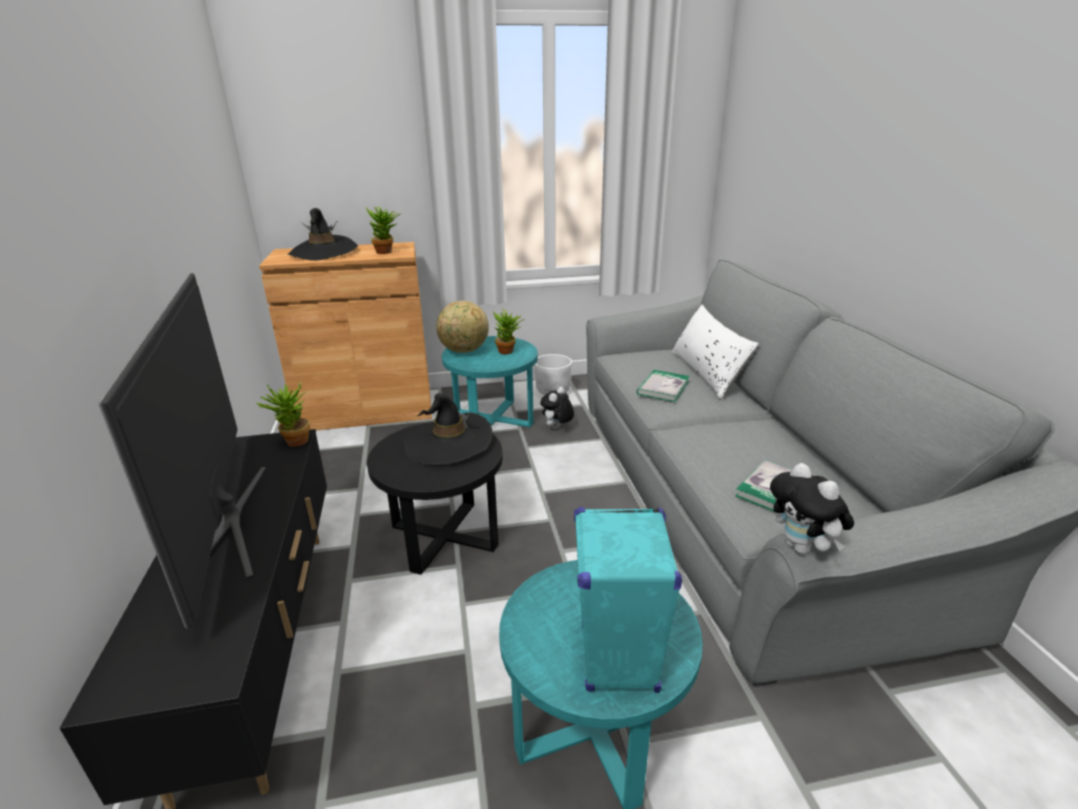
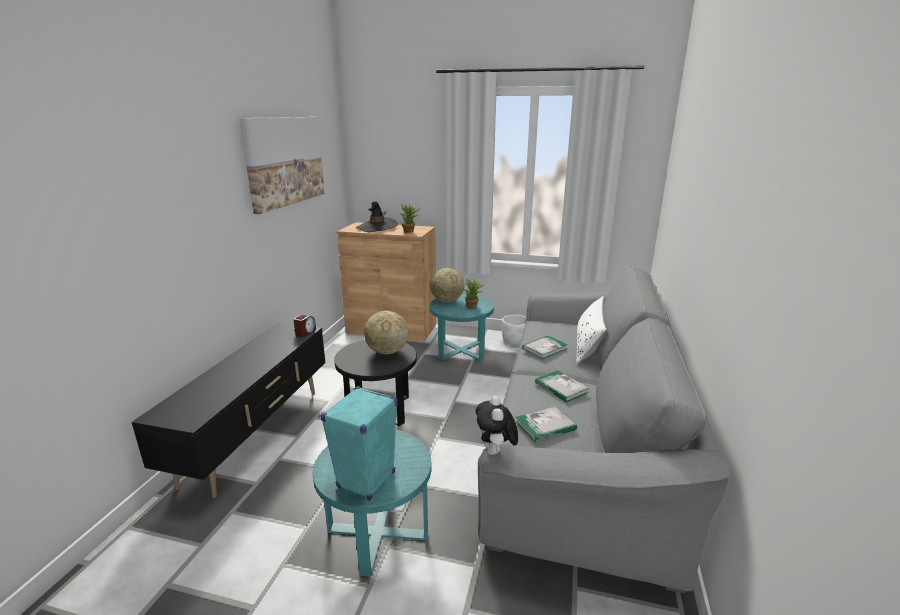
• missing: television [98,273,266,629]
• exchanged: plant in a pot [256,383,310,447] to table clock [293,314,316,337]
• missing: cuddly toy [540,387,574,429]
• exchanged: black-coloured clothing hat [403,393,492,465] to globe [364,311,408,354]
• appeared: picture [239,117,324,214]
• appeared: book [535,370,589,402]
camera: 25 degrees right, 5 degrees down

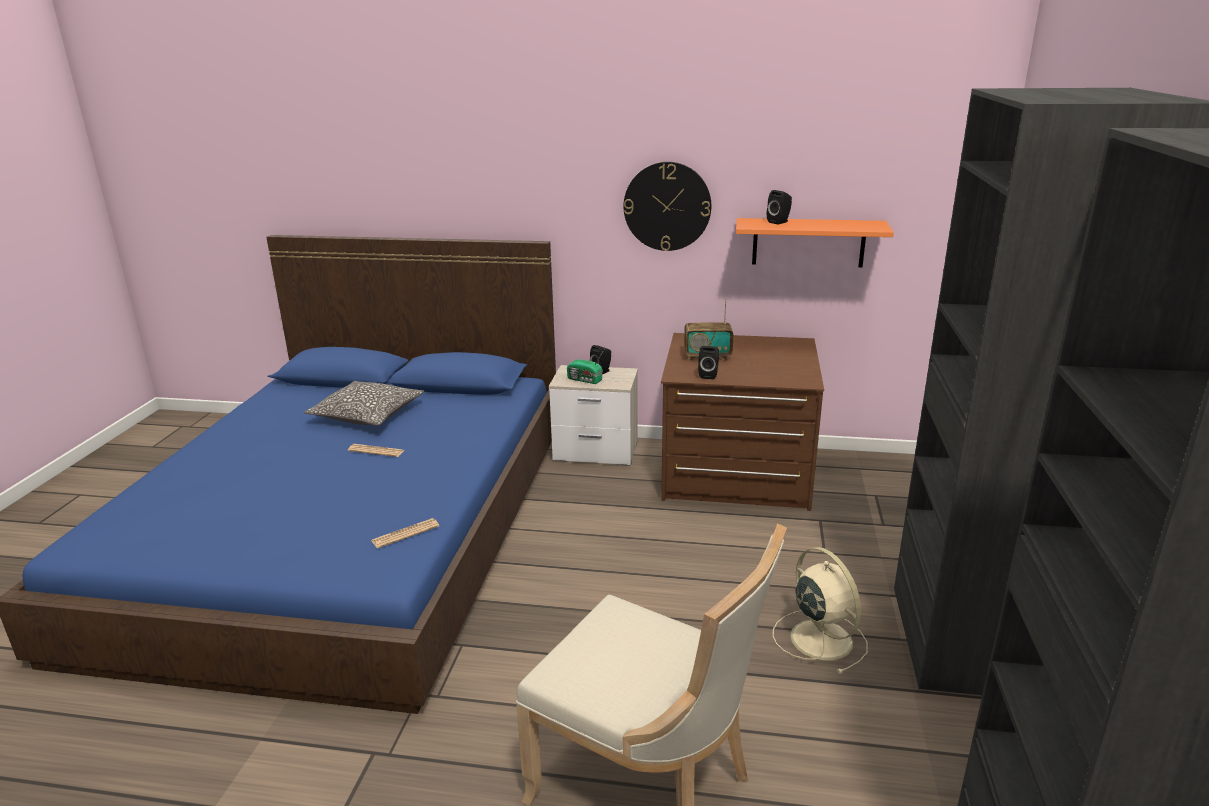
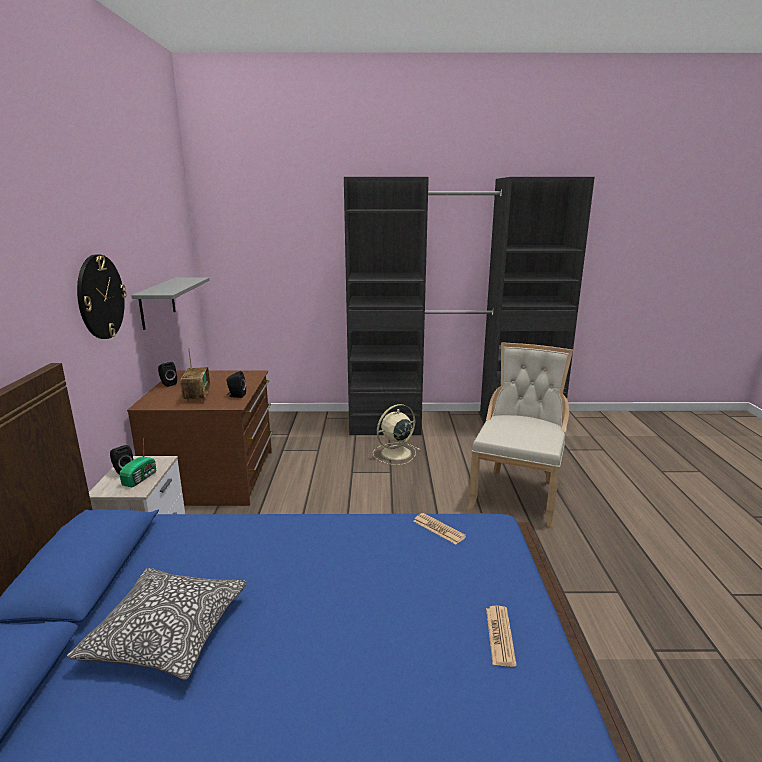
• relocated: black-coloured loudspeaker [767,190,792,225] to [158,362,177,387]
• colour: orange shelf [736,218,894,267] to grey shelf [131,277,210,330]
• relocated: newspaper [348,444,404,457] to [486,606,516,667]
camera: 100 degrees left, 5 degrees down

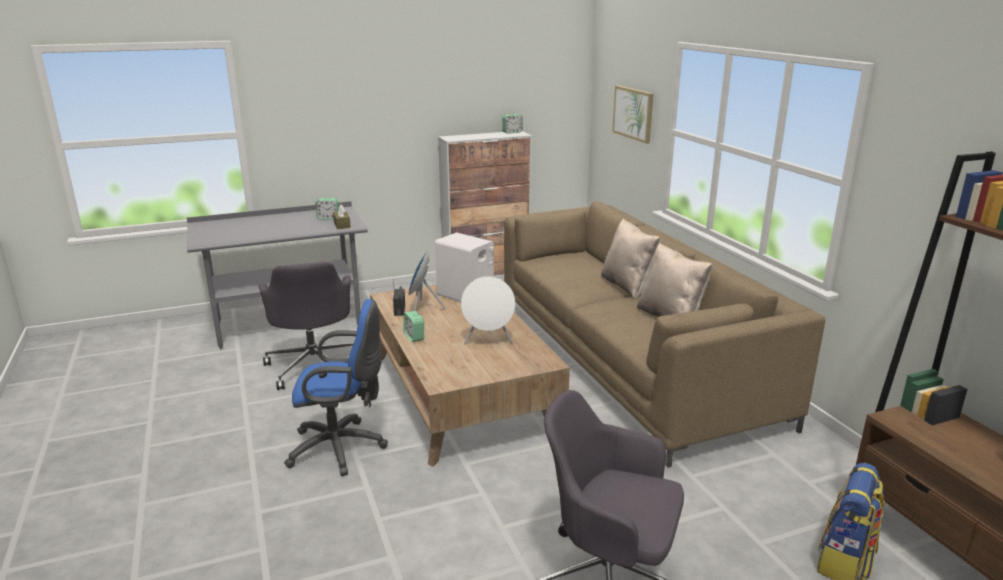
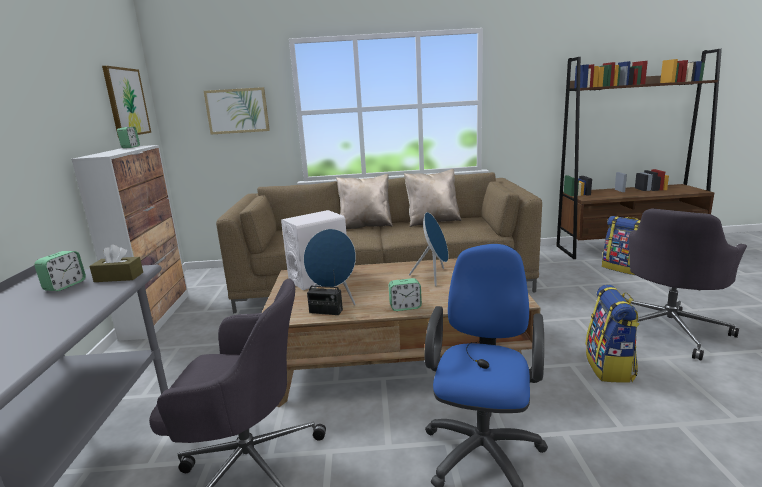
• colour: white-coloured loudspeaker [461,276,515,344] to blue-coloured loudspeaker [409,212,449,286]
• appeared: picture [102,66,151,138]
• appeared: rucksack [586,285,639,383]
camera: 70 degrees left, 5 degrees down

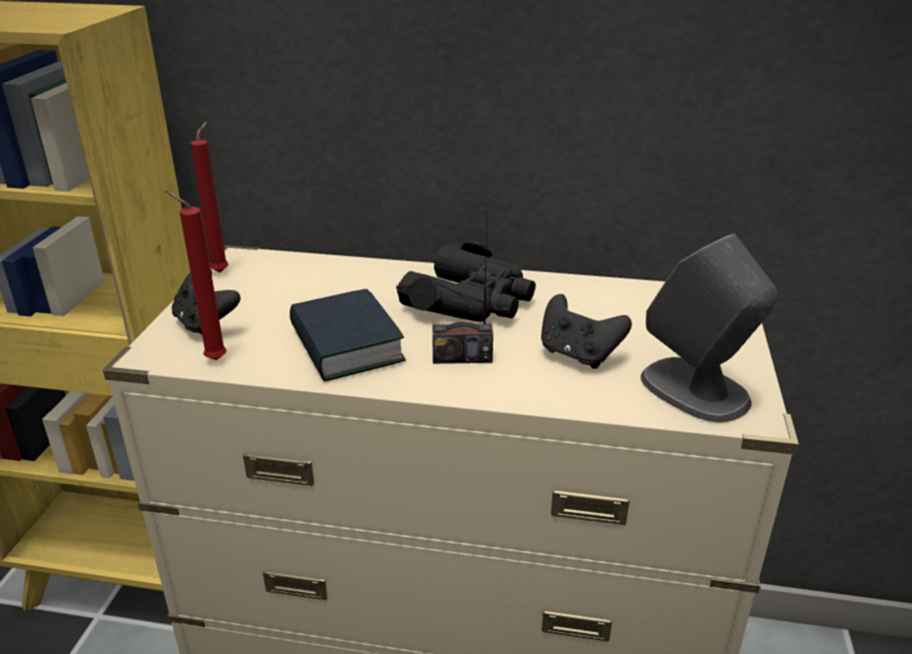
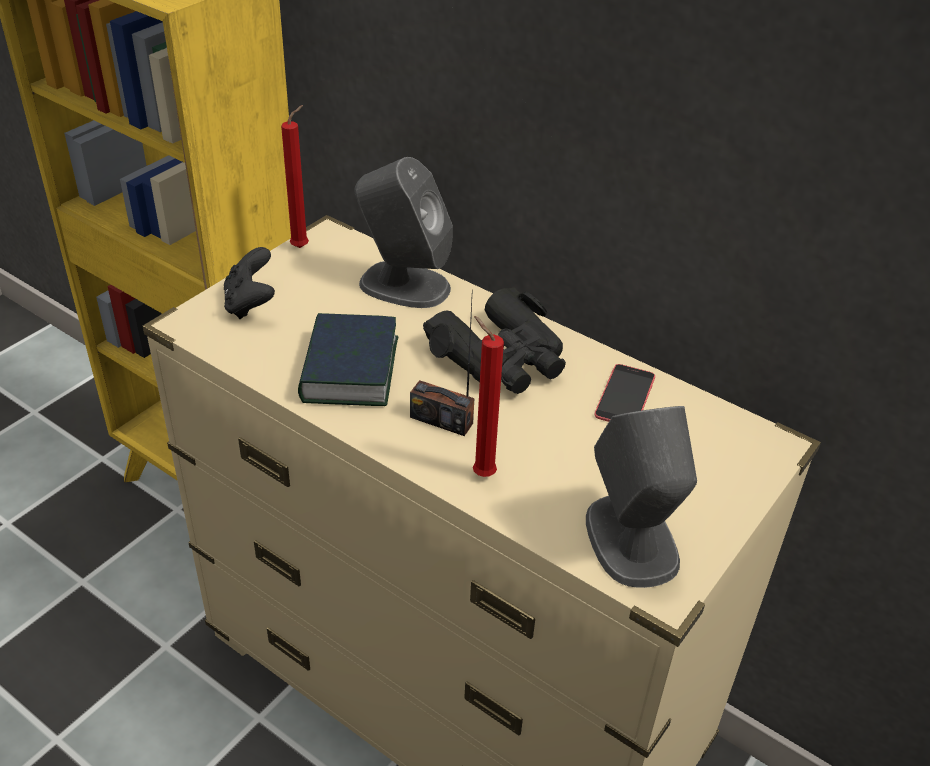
• relocated: red-coloured wax candle [166,191,227,360] to [473,316,504,477]
• missing: black-coloured joypad [541,294,632,369]
• appeared: grey loudspeaker [354,157,453,308]
• appeared: telephone [595,364,655,422]
camera: 25 degrees right, 10 degrees up

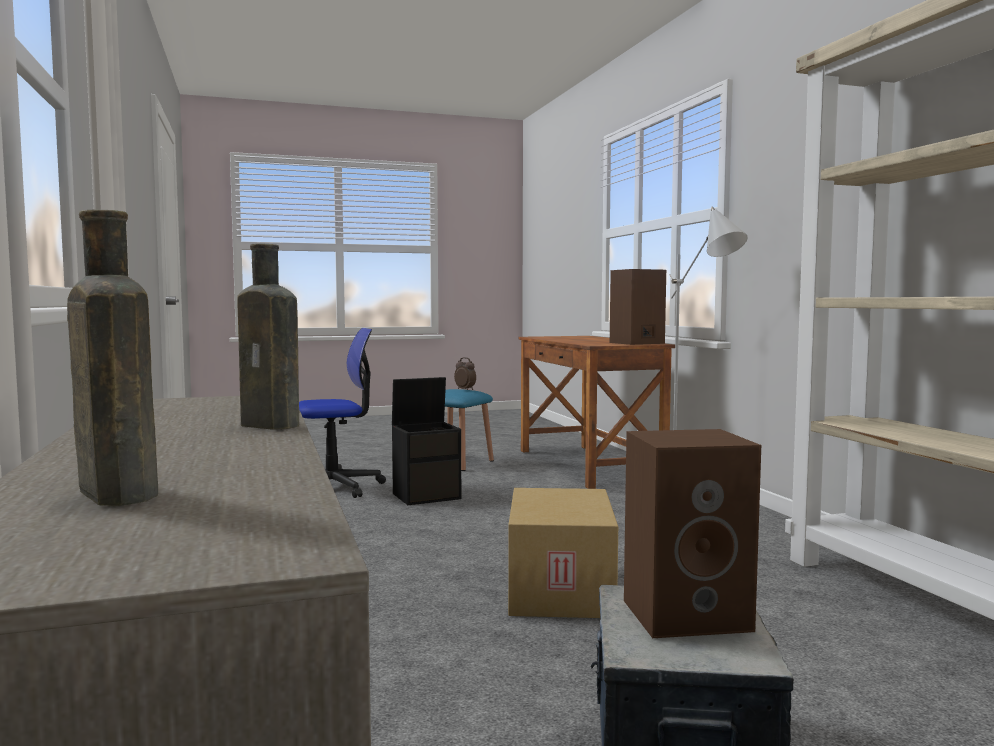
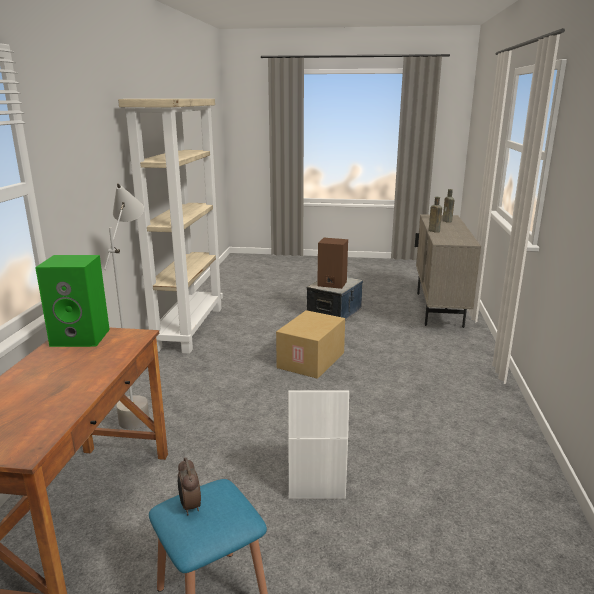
• colour: brown-coloured loudspeaker [610,269,666,345] to green loudspeaker [35,255,110,347]
• missing: computer chair [299,328,386,498]
• colour: black-coloured storage box [392,377,461,505] to white-coloured storage box [288,390,349,499]
camera: 155 degrees left, 15 degrees up

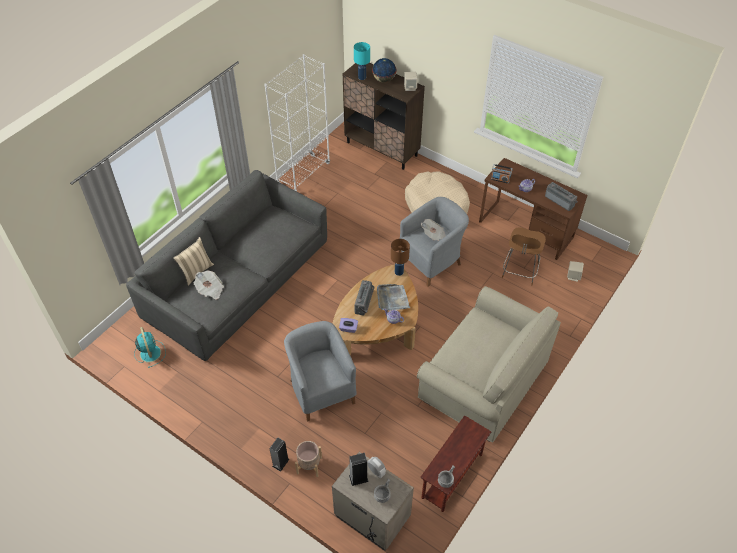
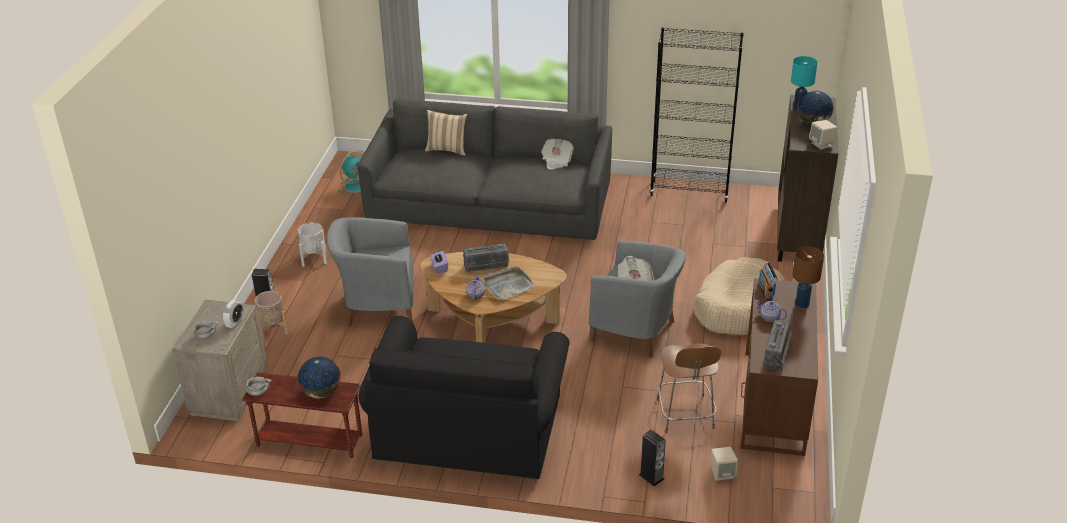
• colour: white-coloured shelving unit [264,54,330,192] to black-coloured shelving unit [649,27,744,203]
• spun: brown-coloured plain chair [502,227,546,285] = [657,343,721,433] 90 degrees counterclockwise
• relocated: brown-coloured table lamp [391,239,410,276] to [792,247,824,308]
• relocated: newspaper [194,271,224,300] to [541,139,574,169]
• colour: beige couch [417,286,561,443] to black-coloured couch [359,316,569,481]
• spun: grey armchair [284,321,357,422] = [327,217,414,327] 135 degrees counterclockwise
• relocated: loudspeaker [349,453,369,486] to [639,429,666,486]
• appeared: white-coloured plant pot [298,222,327,267]
• appeared: globe [297,357,341,398]
camera: 65 degrees right, 15 degrees down

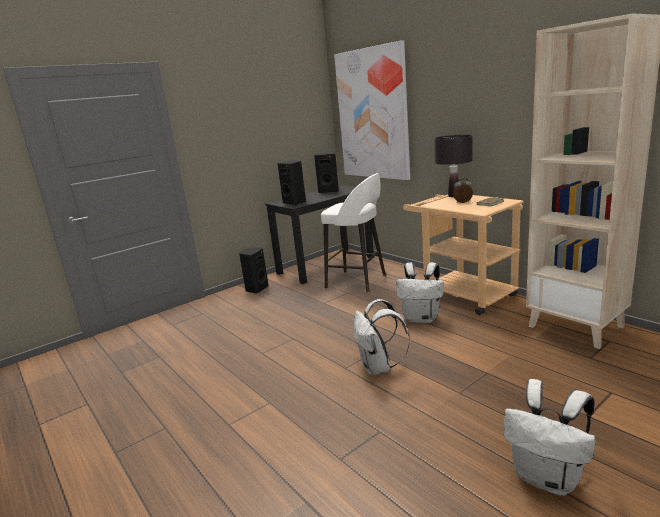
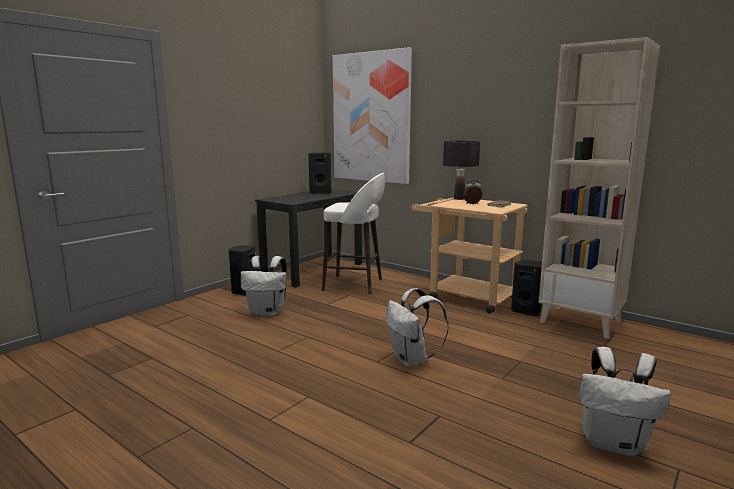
• relocated: black-coloured loudspeaker [278,160,306,205] to [511,260,542,316]
• relocated: white-coloured rucksack [396,262,444,323] to [241,256,287,316]
camera: 15 degrees left, 5 degrees down

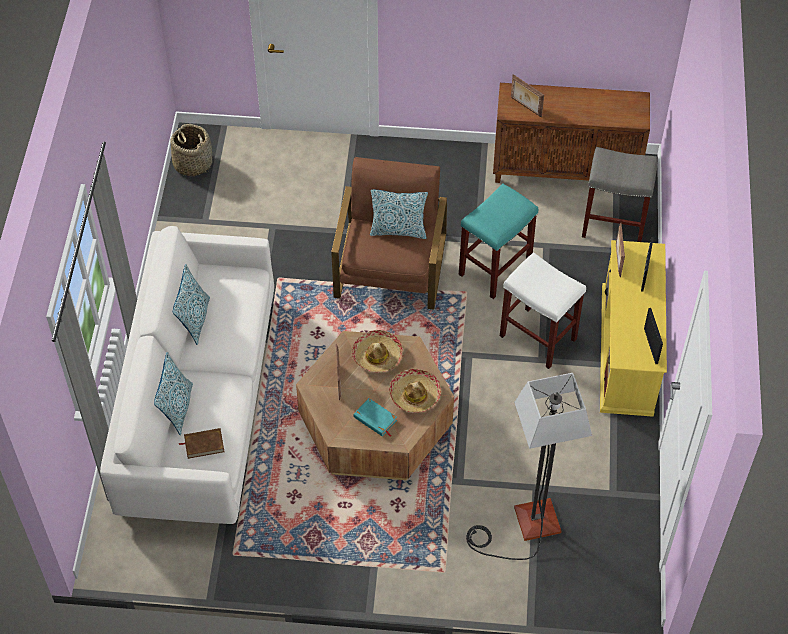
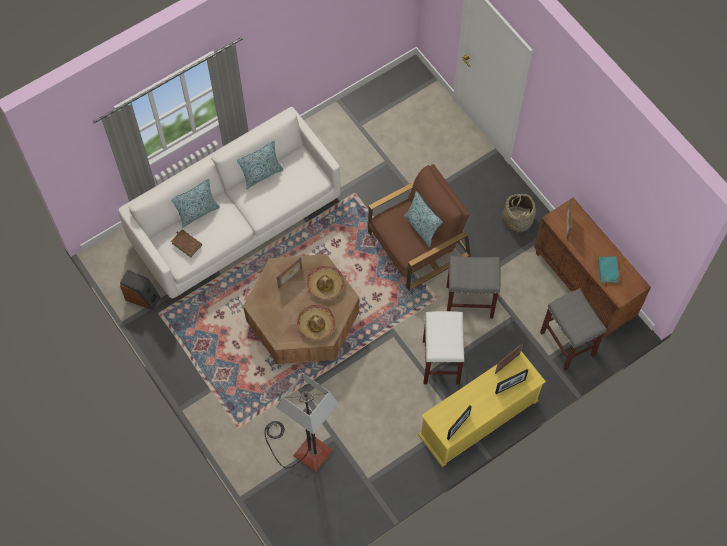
• relocated: basket [170,124,212,176] to [502,191,536,234]
• colour: turquoise stool seat [459,183,538,299] to grey stool seat [447,255,500,319]
• relocated: turquoise book [353,398,397,436] to [598,256,620,287]
• appeared: loudspeaker [120,270,160,310]
camera: 50 degrees right, 10 degrees up

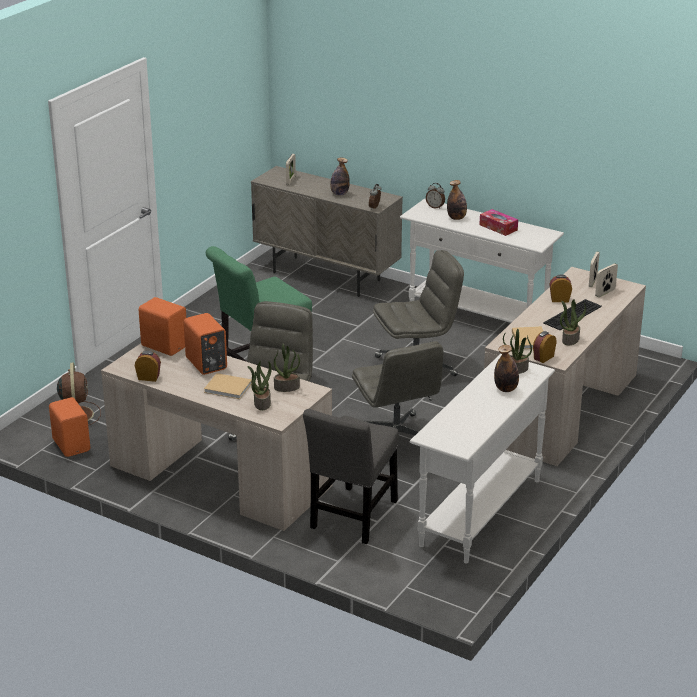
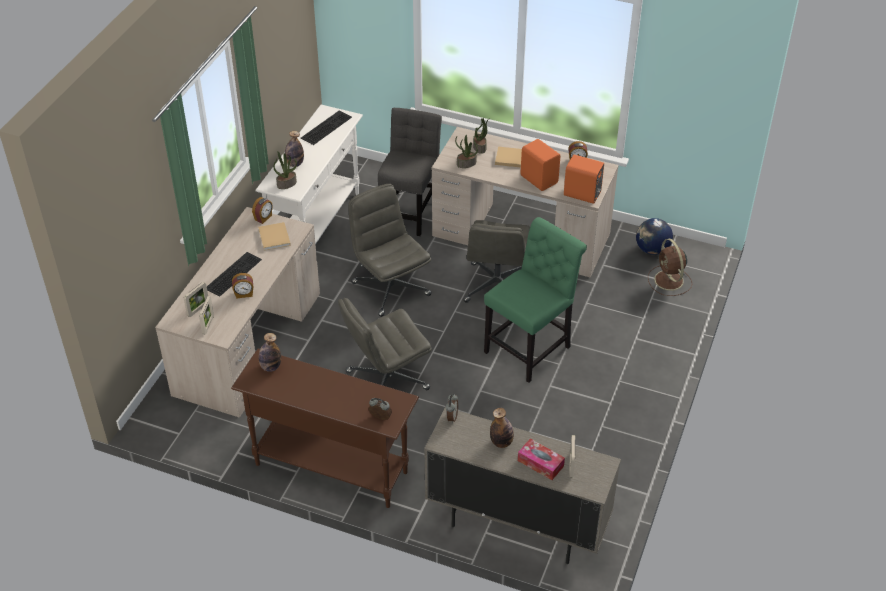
• relocated: bottle [447,180,467,220] to [258,333,281,372]
• colour: white-coloured narrow table [400,199,564,323] to brown-coloured narrow table [231,349,419,508]
• relocated: tissue holder [479,209,518,236] to [518,439,565,480]
• missing: plant in a pot [560,299,586,345]
• exchanged: orange loudspeaker [49,397,90,457] to globe [636,218,673,255]
• appeared: PC keyboard [301,111,352,145]
camera: 170 degrees right, 15 degrees up

